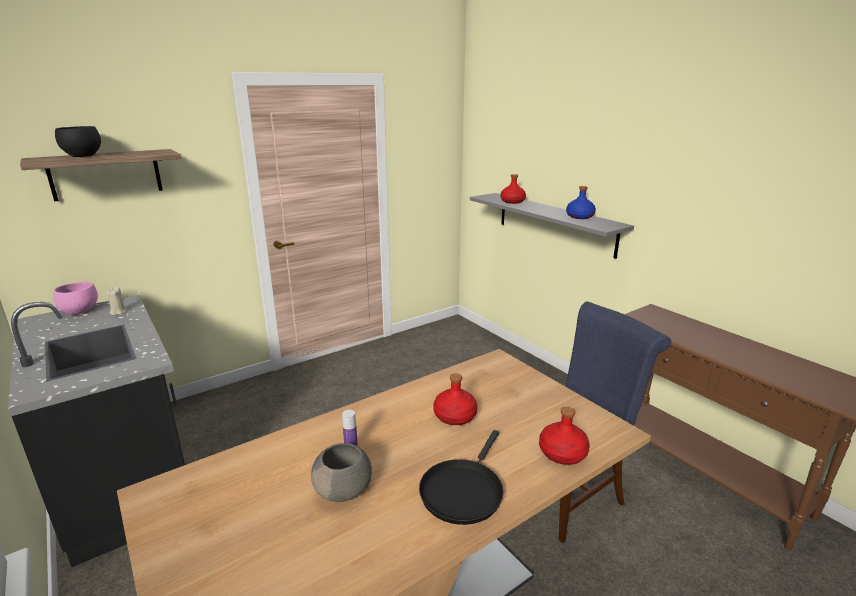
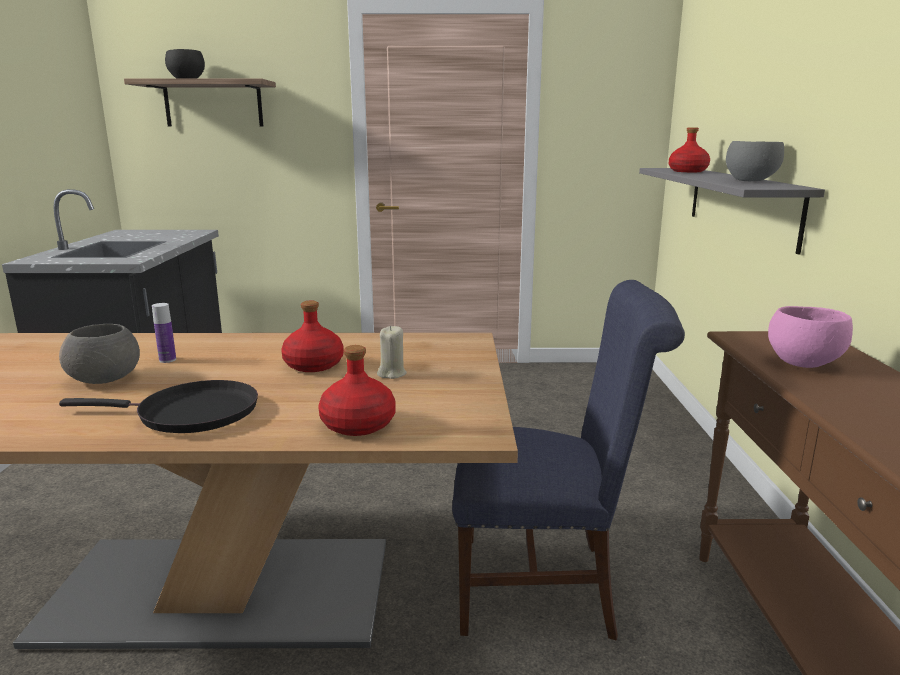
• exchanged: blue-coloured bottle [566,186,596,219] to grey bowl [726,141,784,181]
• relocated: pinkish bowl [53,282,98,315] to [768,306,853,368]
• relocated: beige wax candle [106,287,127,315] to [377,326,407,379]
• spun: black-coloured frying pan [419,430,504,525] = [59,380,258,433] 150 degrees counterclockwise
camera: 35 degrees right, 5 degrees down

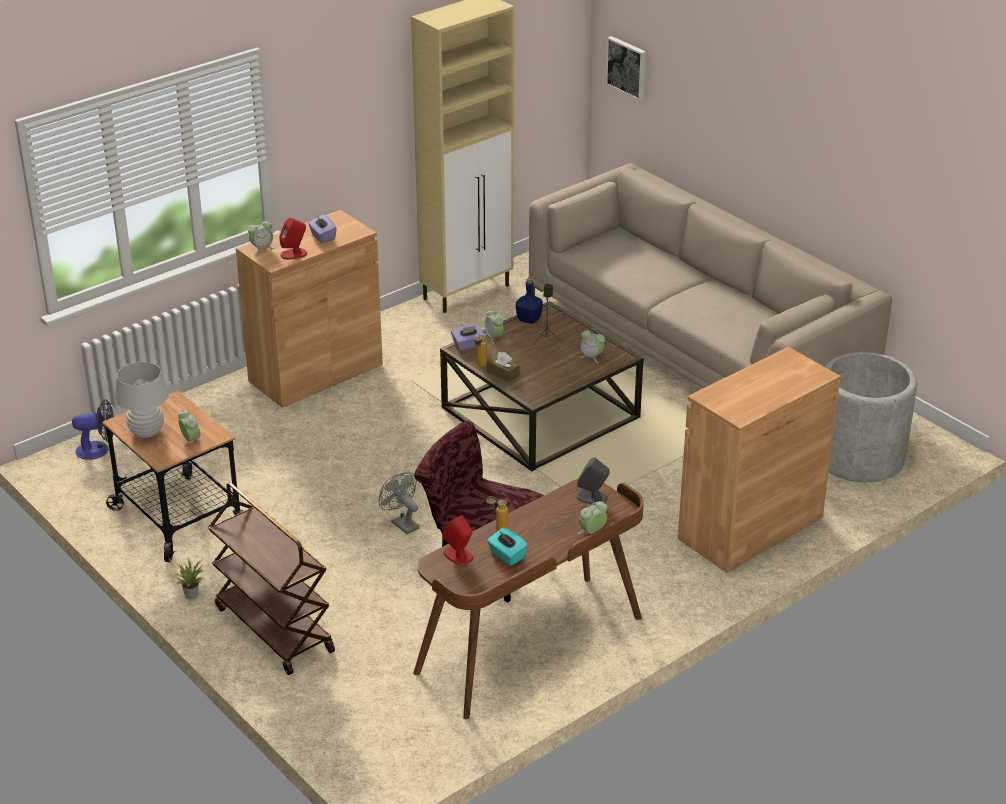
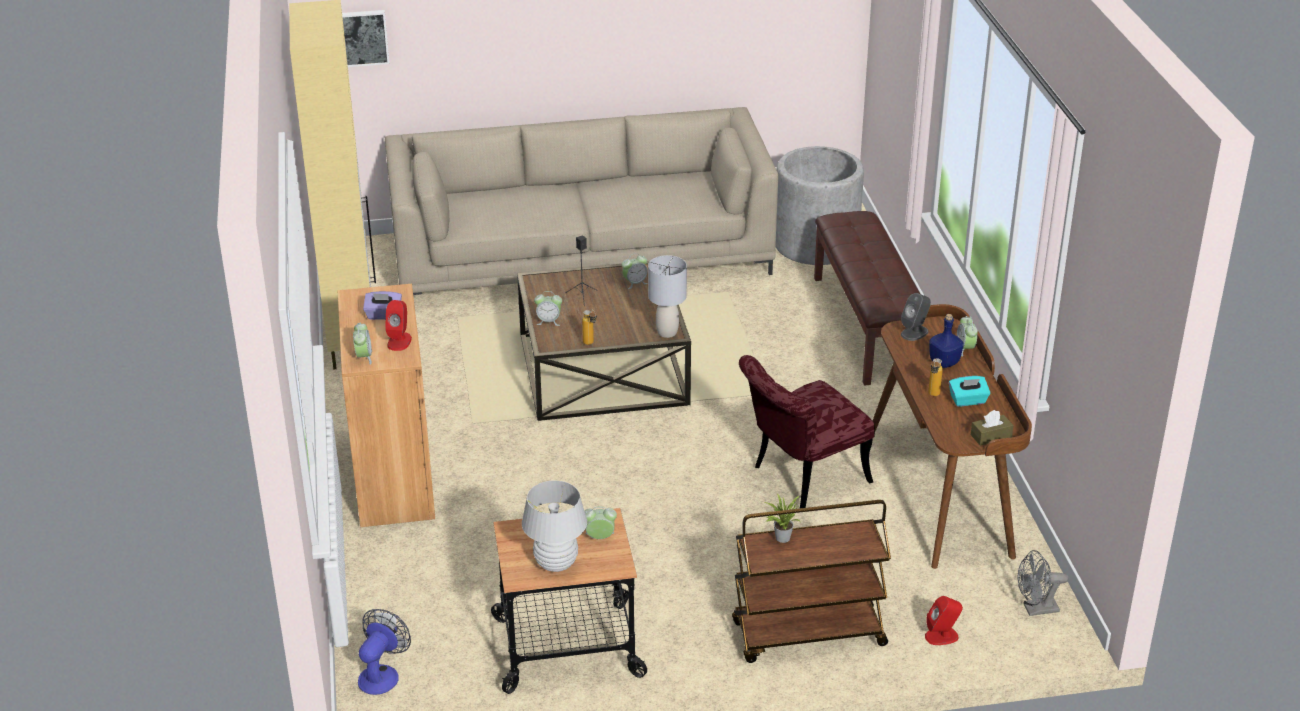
• relocated: blue-coloured bottle [516,278,543,324] to [929,314,964,368]
• missing: purple-coloured tissue holder [451,324,484,351]
• exchanged: brown-coloured cabinet [678,347,841,573] to brown-coloured indoor bench [814,211,920,386]
• relocated: brown-coloured tissue holder [487,352,519,382] to [971,410,1014,446]
• relocated: grey fan [379,472,419,534] to [1018,550,1068,616]
• relocated: red-coloured loudspeaker [442,515,473,565] to [925,596,963,645]
• relocated: plant in a pot [173,557,205,599] to [765,493,801,543]
• appeared: grey table lamp [648,255,687,338]
camera: 60 degrees left, 0 degrees up

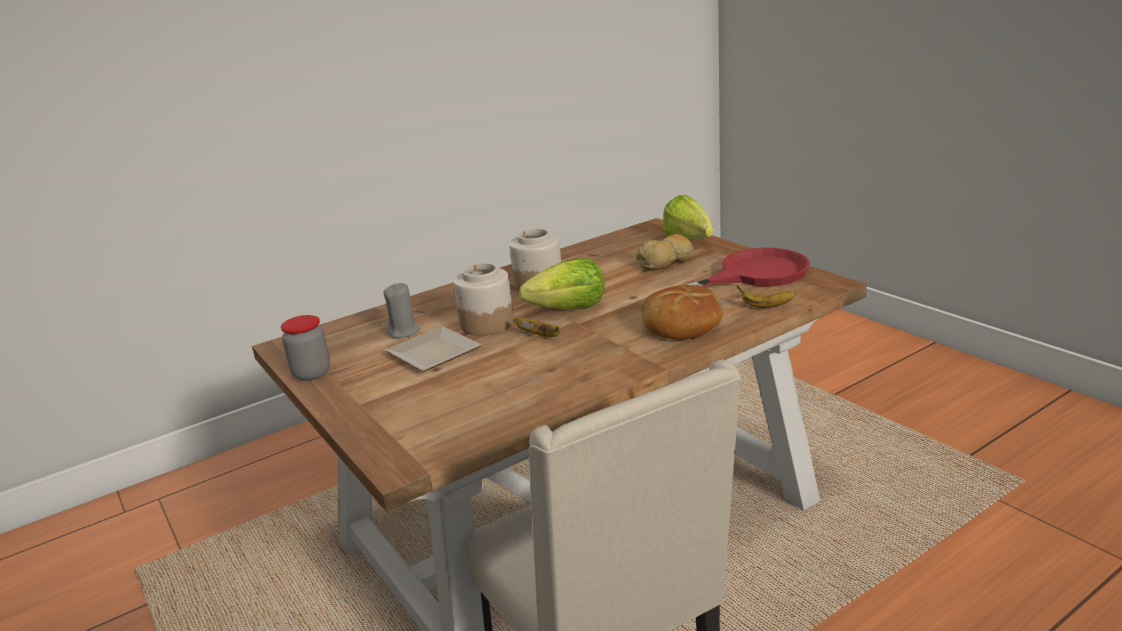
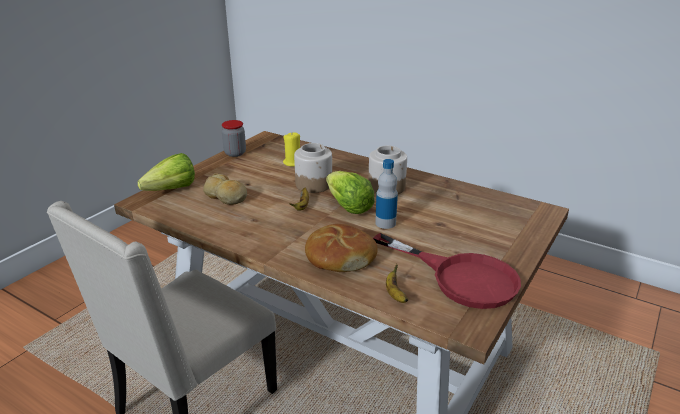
• relocated: lettuce [662,195,713,240] to [138,153,195,191]
• relocated: baked bread [636,234,693,270] to [203,173,247,205]
• colour: grey wax candle [384,283,420,338] to yellowish wax candle [283,133,300,166]
• missing: flat dish [385,326,482,372]
• appeared: bottle [375,159,398,229]
camera: 65 degrees right, 5 degrees up

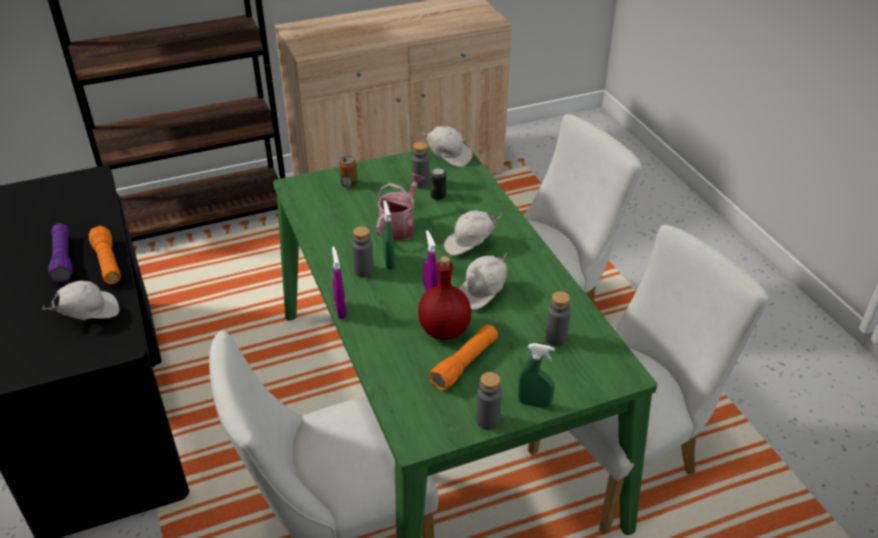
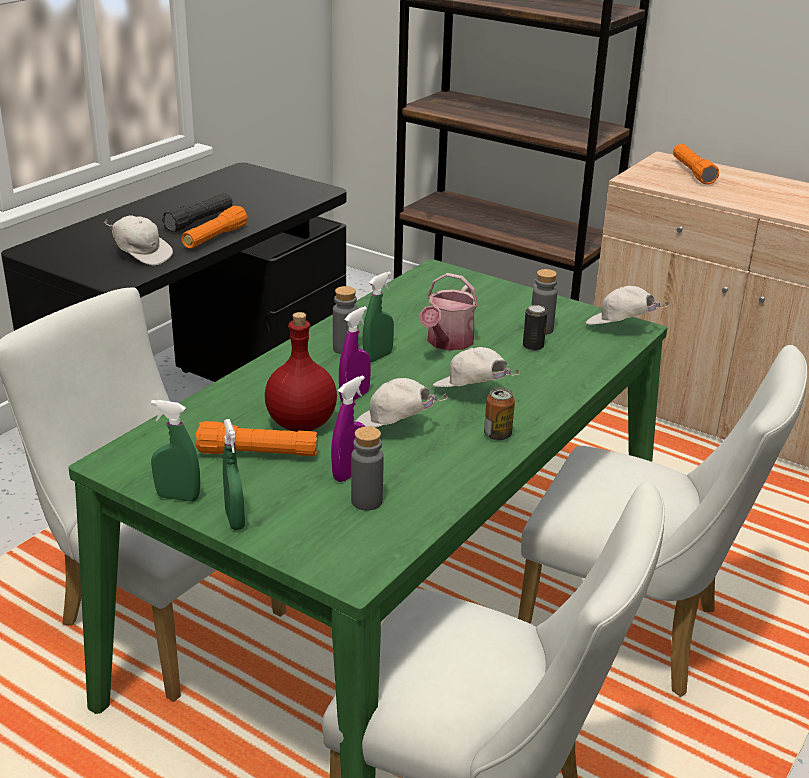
• spun: white-coloured peaked cap [419,126,473,167] = [586,286,669,325] 120 degrees clockwise
• relocated: can [339,156,358,188] to [484,388,515,441]
• spun: sprinkling can [376,173,425,241] = [419,273,479,351] 120 degrees clockwise
• colour: purple-coloured hand torch [49,223,73,283] to black-coloured hand torch [162,193,233,232]
• relocated: purple-coloured hand sprayer [332,247,347,319] to [331,375,365,482]
• exchanged: grey bottle [476,372,502,430] to green hand sprayer [151,400,200,502]
• appeared: orange hand torch [673,144,719,184]
camera: 55 degrees right, 10 degrees down

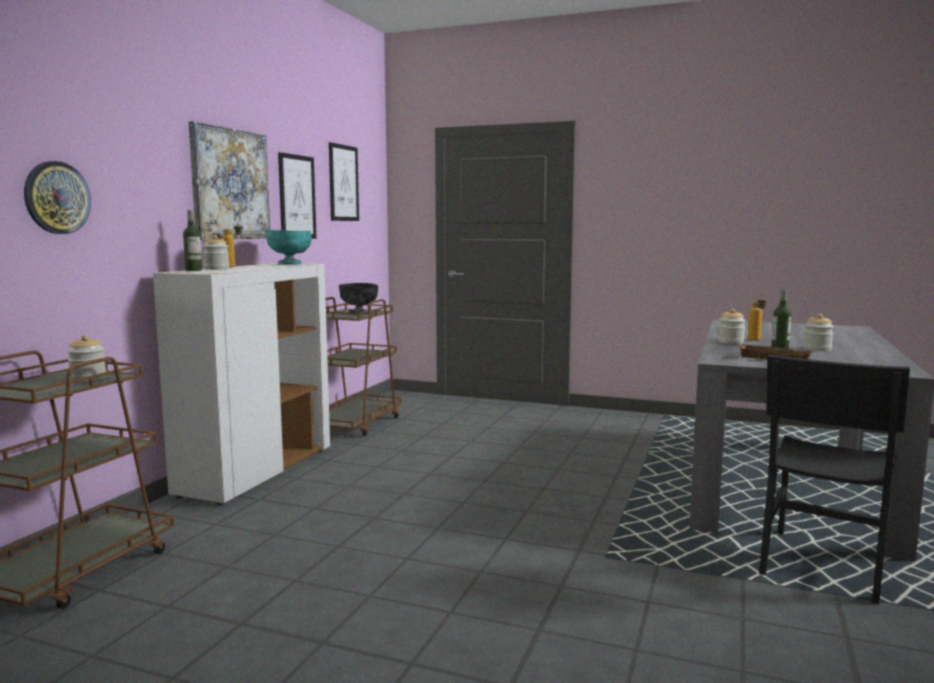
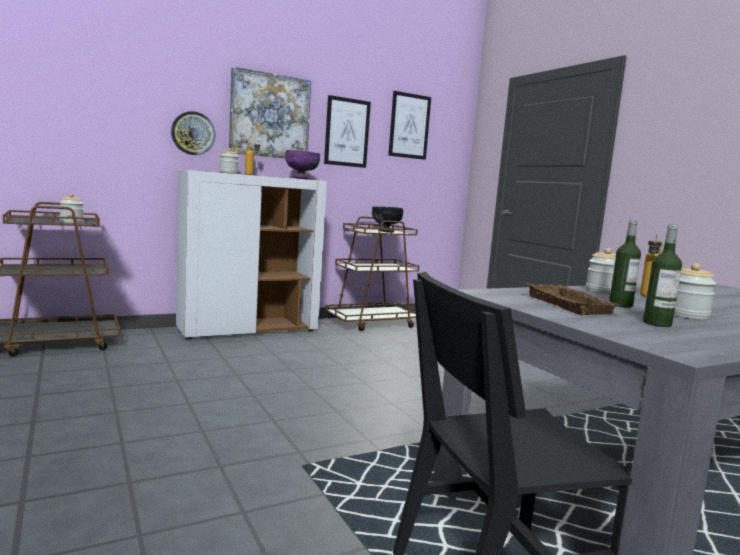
• relocated: wall clock [24,161,91,234] to [171,111,215,155]
• relocated: bottle [183,210,202,271] to [643,224,682,327]
• colour: turquoise bowl [266,230,312,264] to purple-coloured bowl [285,150,320,179]
camera: 40 degrees right, 0 degrees up

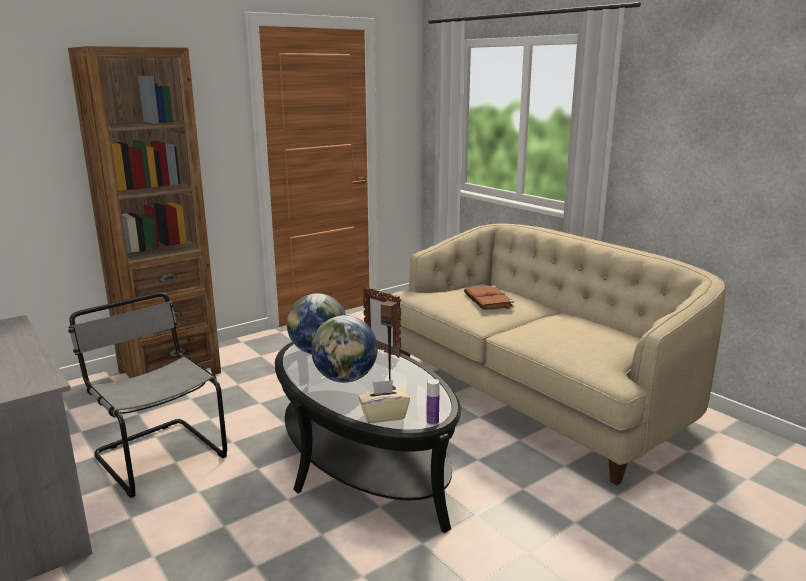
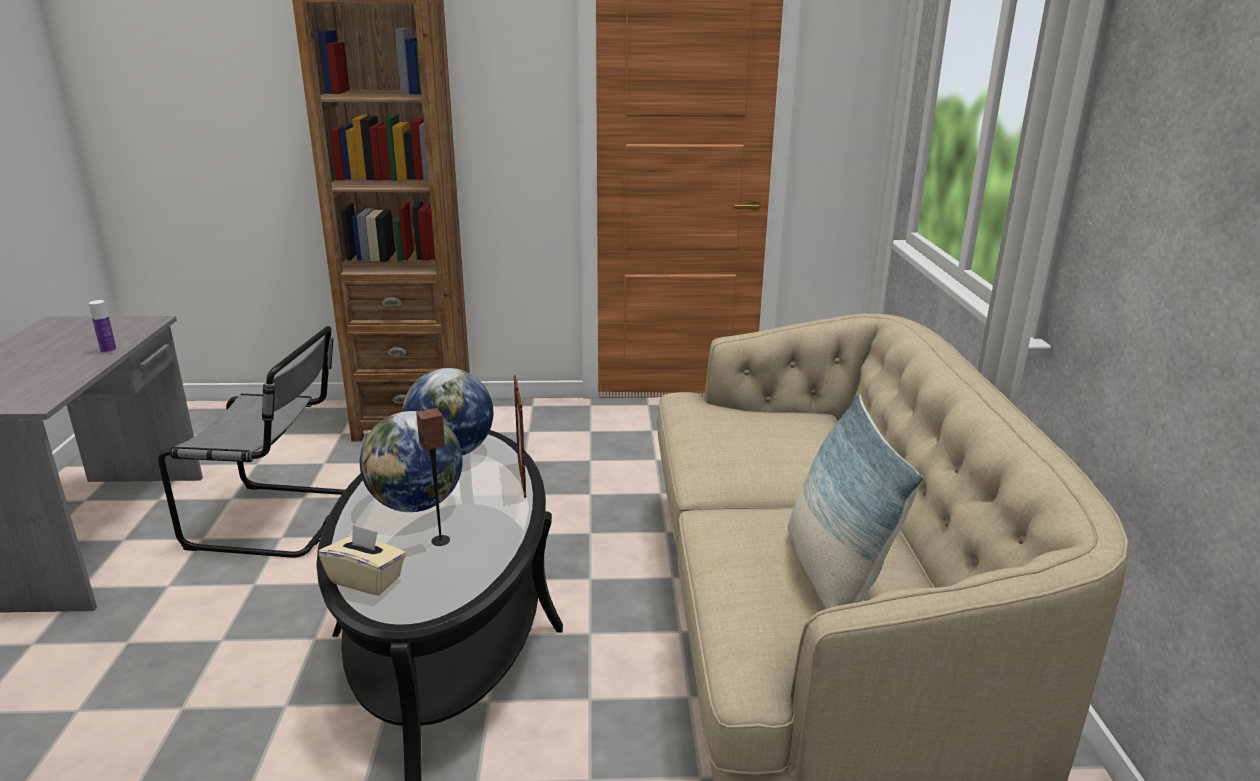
• missing: brown-coloured book [464,285,514,310]
• spun: grey plain chair [68,292,227,498] = [158,326,345,558] 105 degrees clockwise
• relocated: bottle [426,379,439,425] to [89,300,117,354]
• appeared: throw pillow [787,394,923,609]
camera: 35 degrees right, 5 degrees up

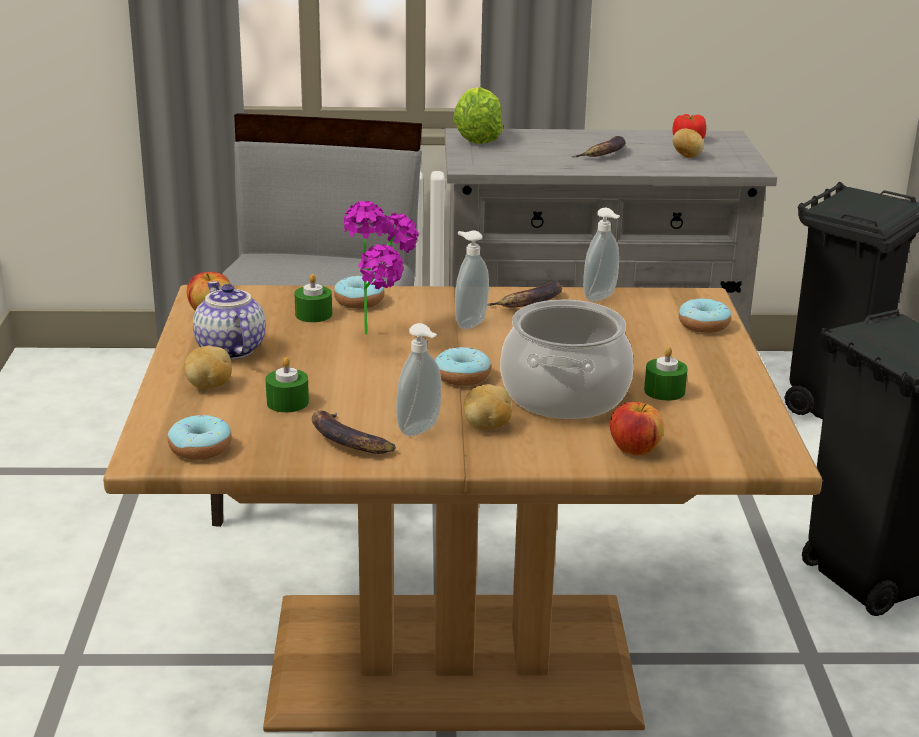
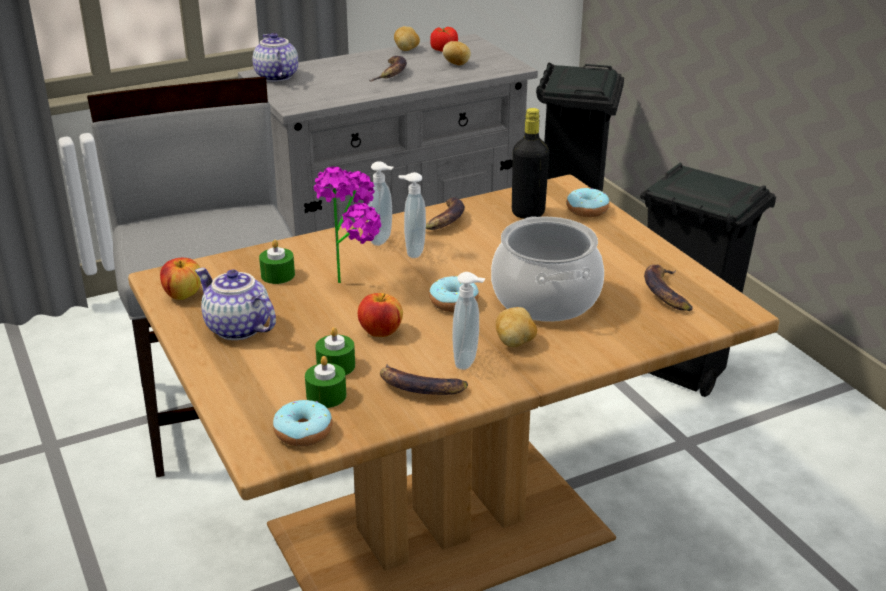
• exchanged: lettuce [453,87,503,144] to teapot [253,33,298,82]
• relocated: liquid soap bottle [583,208,620,302] to [368,161,393,246]
• missing: ring doughnut [334,276,385,309]
• relocated: potato [184,346,232,389] to [394,26,420,51]
• relocated: green wax candle [644,347,688,401] to [305,356,346,408]
• relocated: whole apple [610,402,664,456] to [358,293,403,337]
• appeared: black-coloured bottle [512,108,549,219]
• appeared: banana [644,264,693,311]
camera: 25 degrees left, 5 degrees up

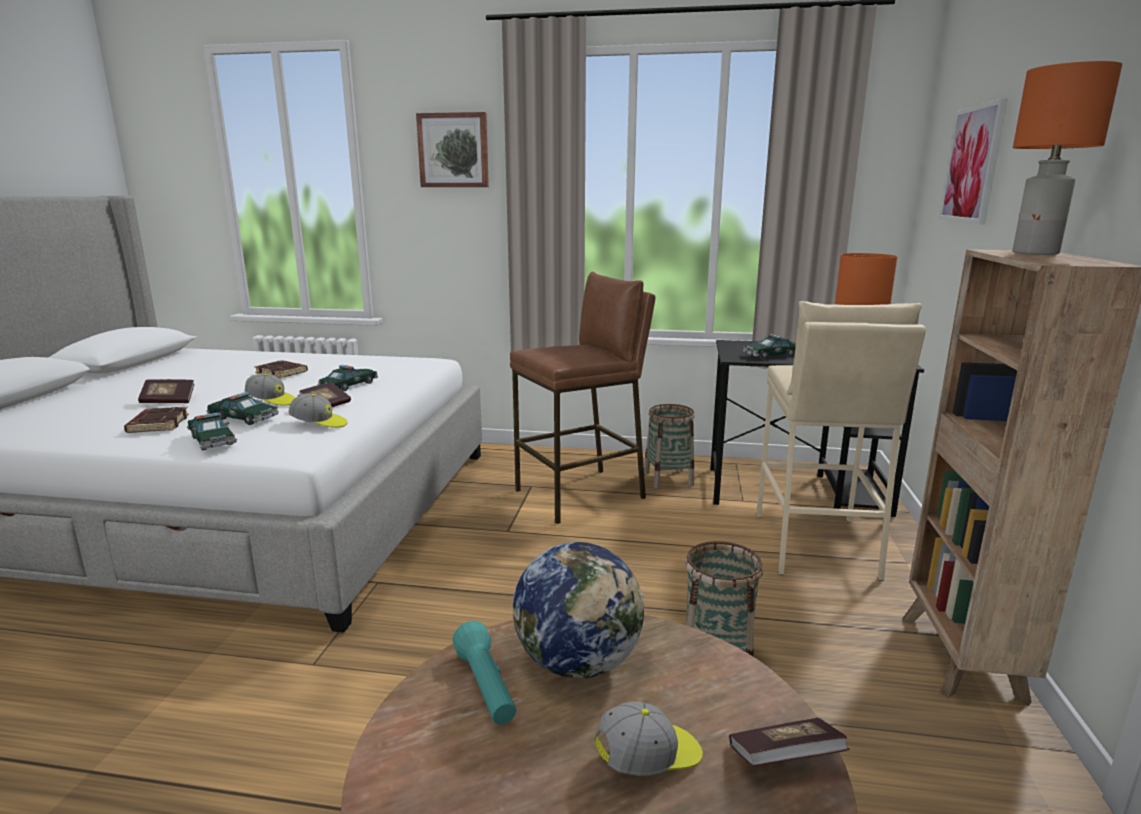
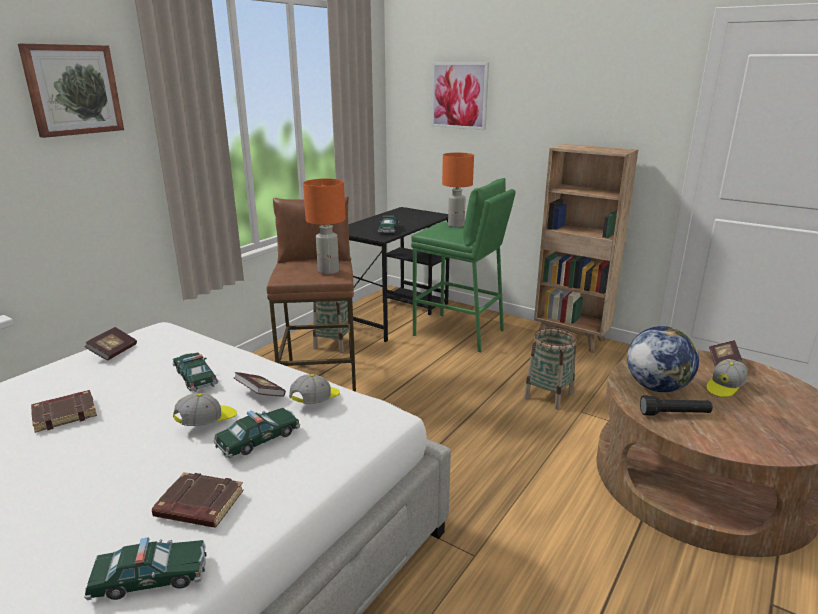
• relocated: orange table lamp [1012,61,1122,255] to [303,179,346,274]
• colour: beige stool seat [756,301,926,581] to green stool seat [411,178,516,352]
• relocated: book [138,379,194,403] to [85,327,137,361]
• relocated: miniature car [187,412,237,450] to [84,538,206,600]
• colour: turquoise hand torch [452,621,516,724] to black-coloured hand torch [640,395,713,416]
• spun: peaked cap [594,701,703,776] = [706,359,748,397] 135 degrees counterclockwise
camera: 65 degrees left, 5 degrees up

